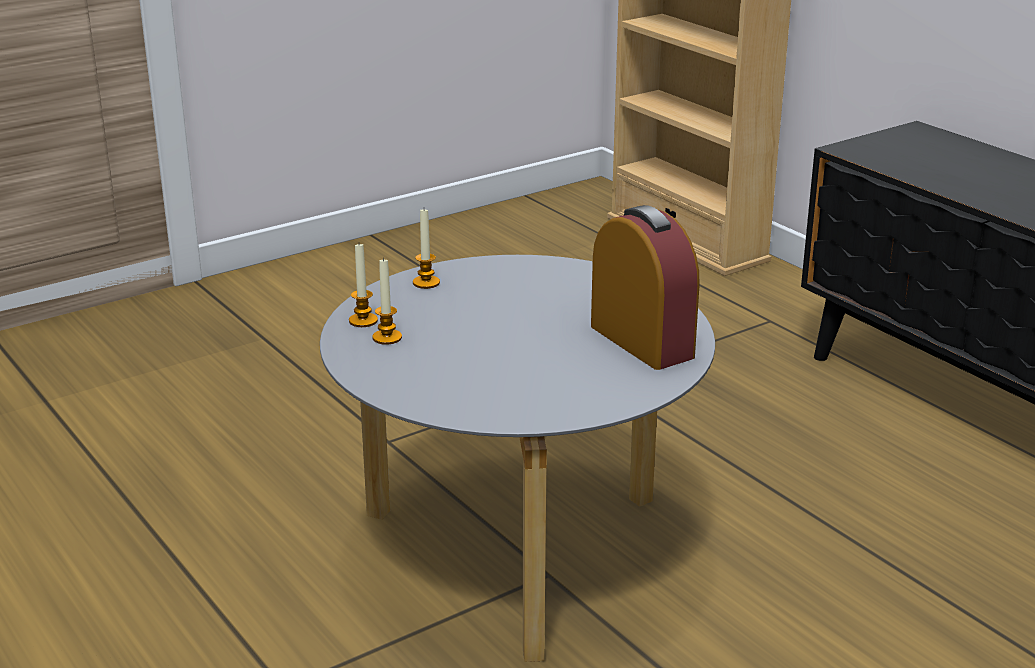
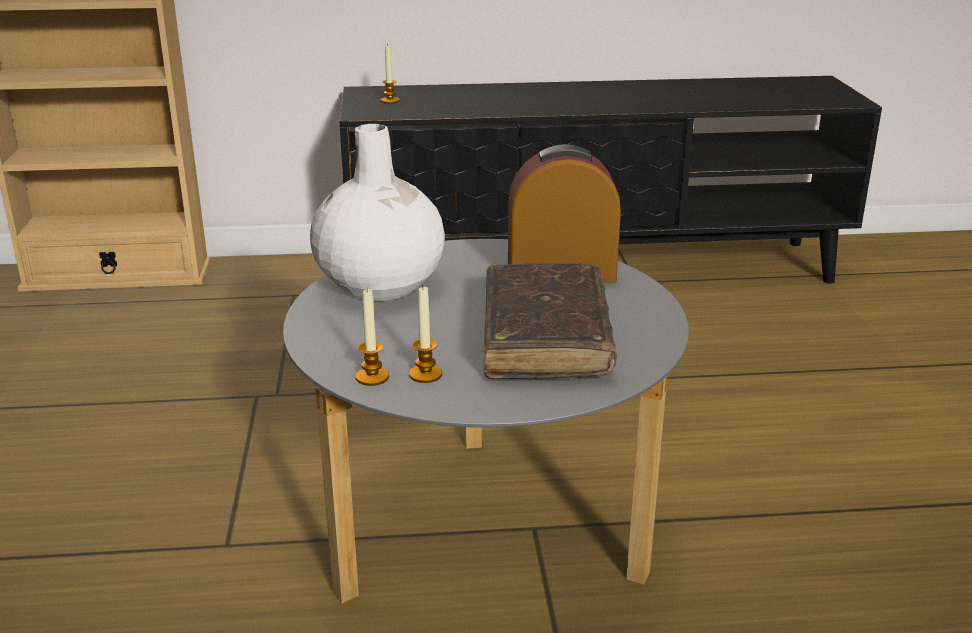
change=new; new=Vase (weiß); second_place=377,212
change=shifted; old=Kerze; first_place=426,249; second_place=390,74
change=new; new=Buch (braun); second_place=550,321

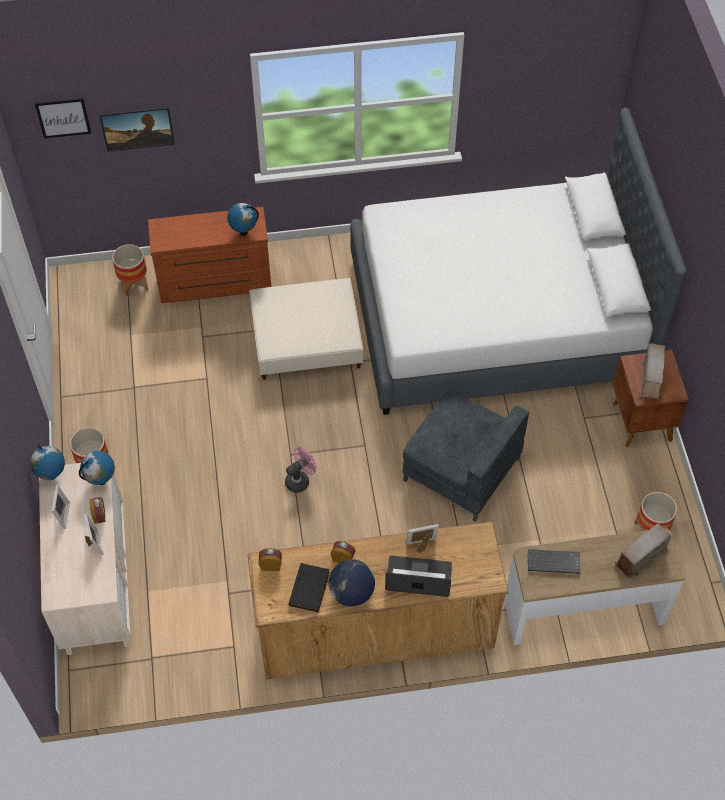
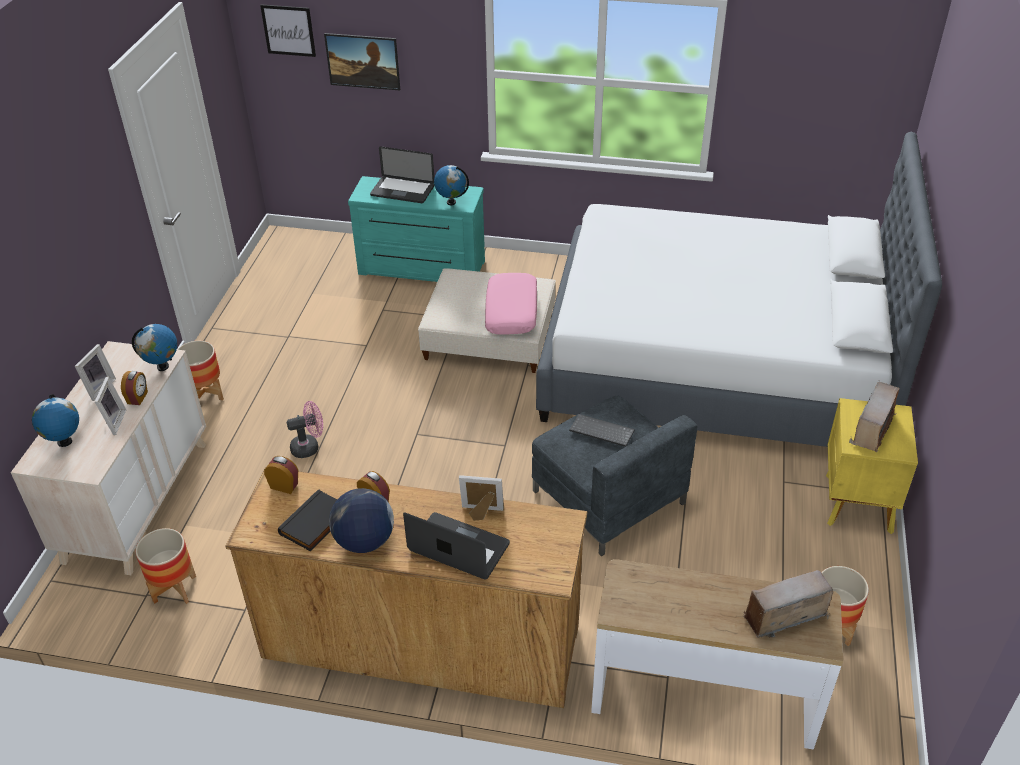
change=shifted; old=Globus; first_place=47,462; second_place=55,420
change=shifted; old=Pflanzkübel; first_place=130,270; second_place=165,566
change=shifted; old=Ventilator (rosa); first_place=300,470; second_place=305,429
change=repainted; old=Kommode (braun); new=Kommode (türkis); first_place=209,255; second_place=416,229
change=new; new=Laptop; second_place=402,174
change=new; new=Kissen (rosa); second_place=511,304
change=shifted; old=Tastatur; first_place=554,561; second_place=602,430
change=repainted; old=Nachttisch (braun); new=Nachttisch (gelb); first_place=651,398; second_place=872,466

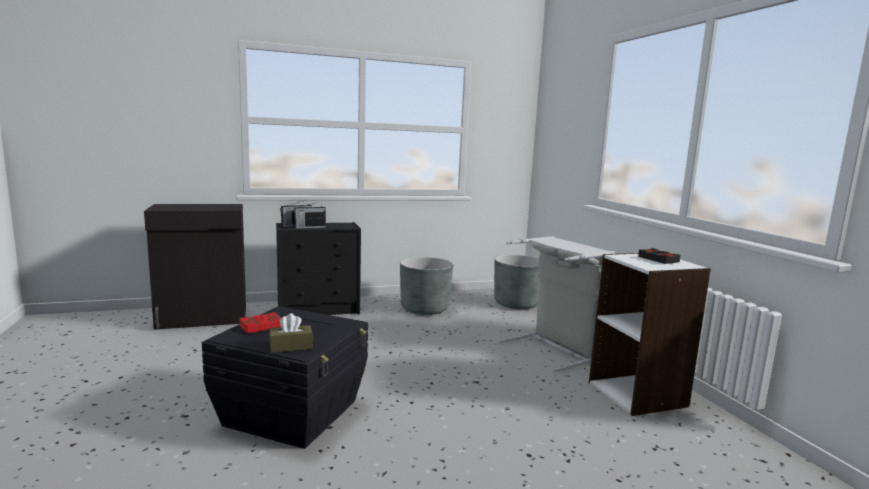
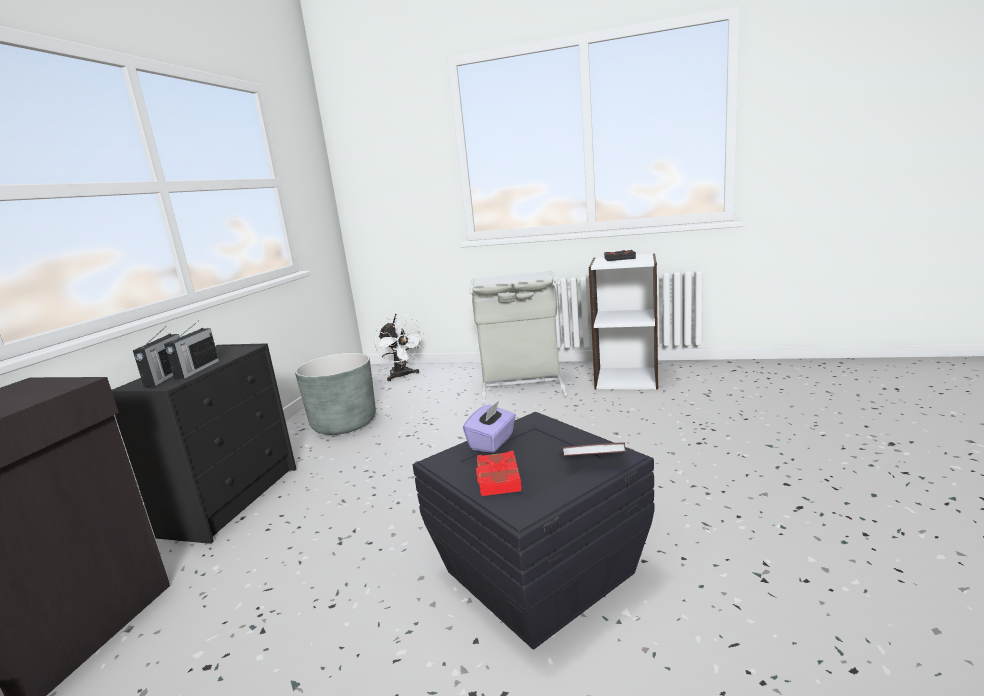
change=swapped; old=Pflanzkübel (grau); new=Ventilator (weiß); first_place=517,282; second_place=399,347
change=new; new=Taschentuchbox (lila); second_place=489,427
change=swapped; old=Taschentuchbox (braun); new=Buch; first_place=291,333; second_place=594,449

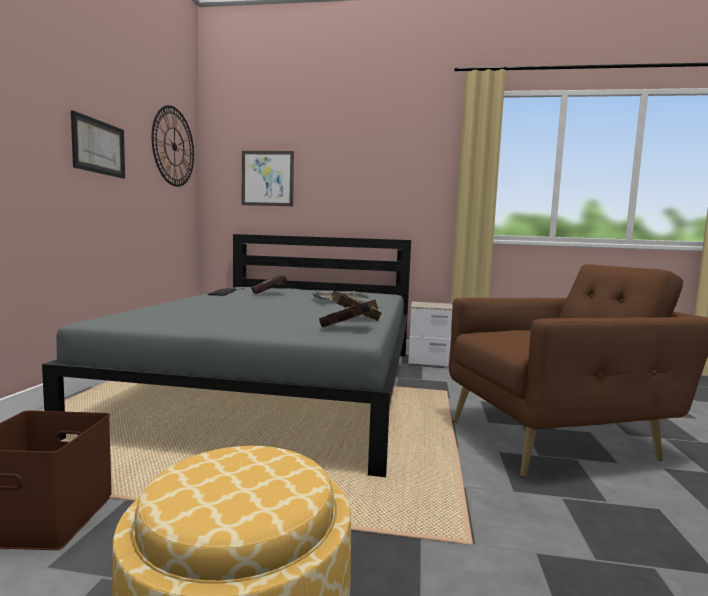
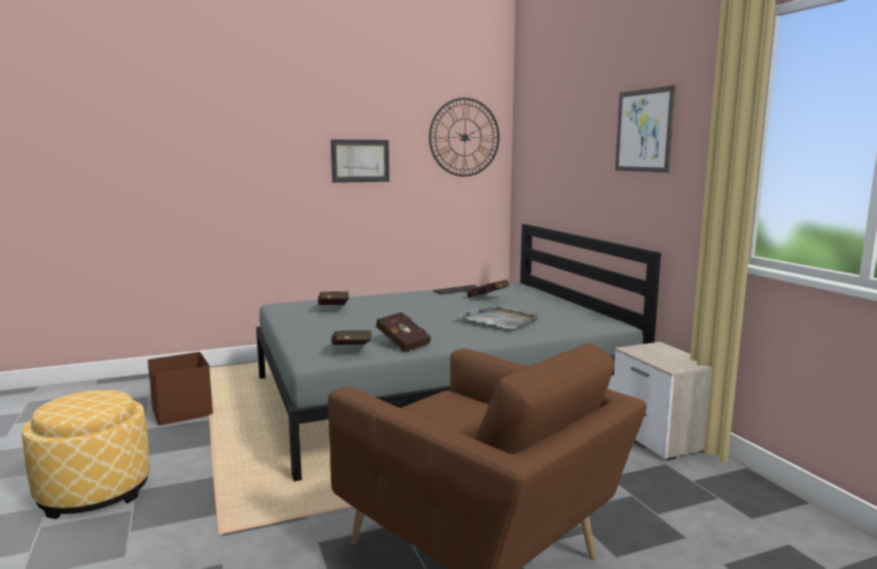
change=new; new=Buch (rot); second_place=333,298
change=shifted; old=Bild; first_place=268,178; second_place=645,129

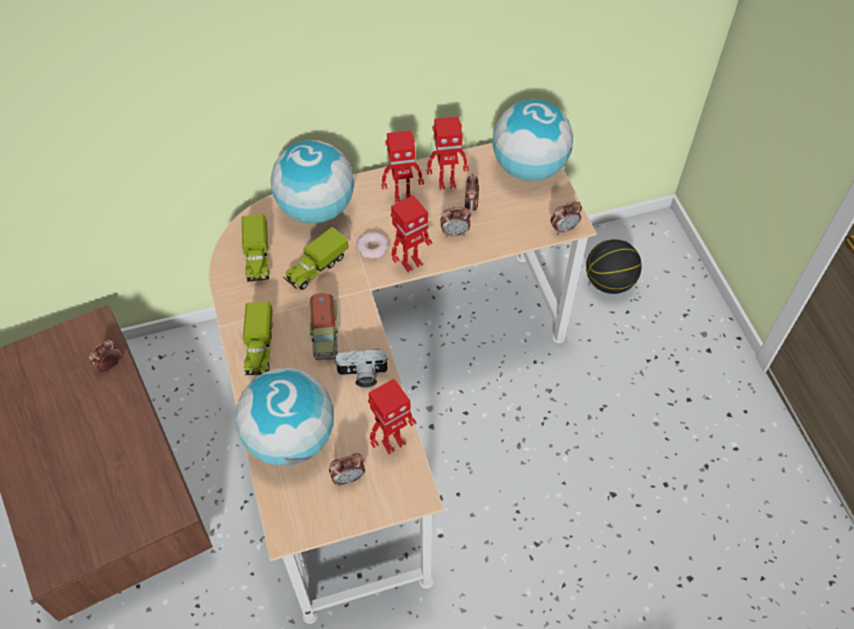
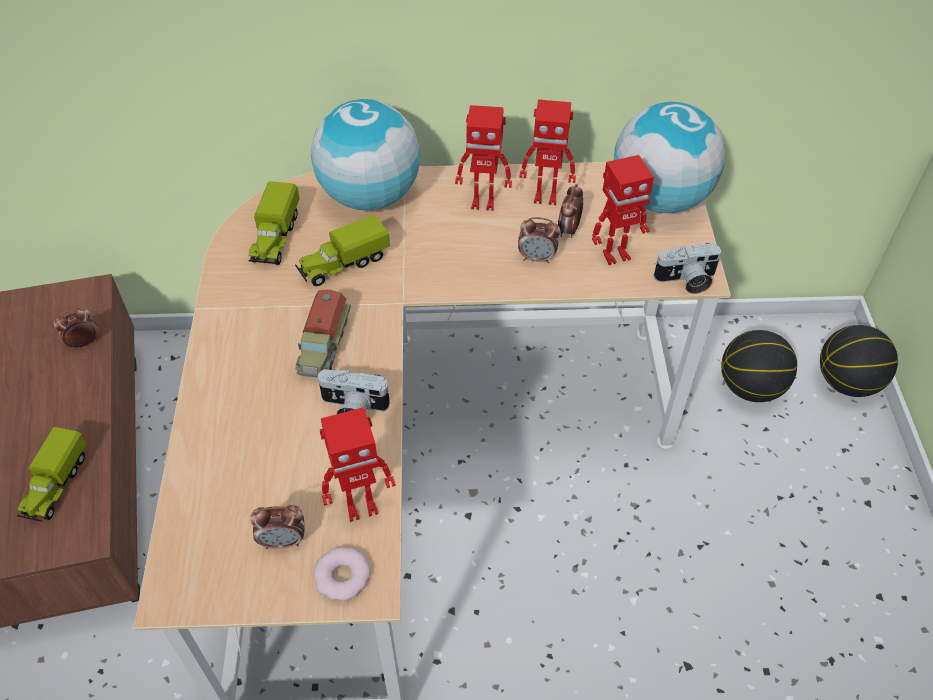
change=shifted; old=Spielzeuglaster; first_place=258,338; second_place=52,474
change=shifted; old=Donut; first_place=372,245; second_place=341,574
change=shifted; old=Spielzeugroboter; first_place=411,233; second_place=623,210
change=swapped; old=Wecker; new=Kamera; first_place=566,218; second_place=687,268
change=new; new=Basketball; second_place=859,361
change=gone; old=Globus; first_place=284,417

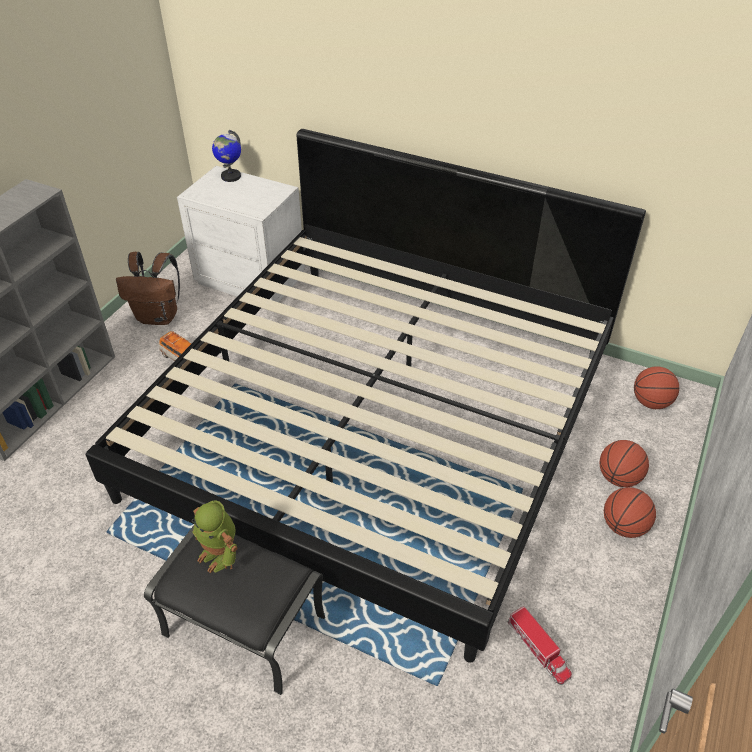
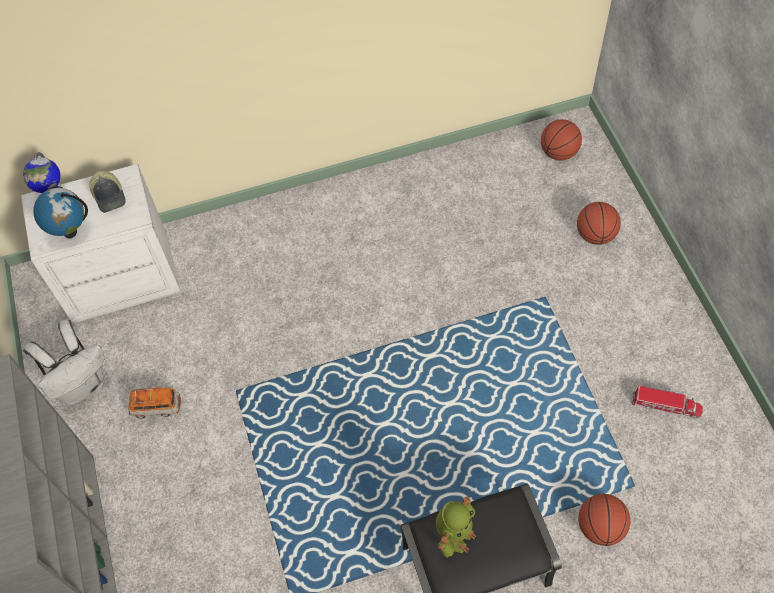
change=repainted; old=Rucksack (braun); new=Rucksack (weiß); first_place=148,288; second_place=64,362
change=new; new=Globus; second_place=60,213
change=new; new=Kappe; second_place=107,192
change=rotated; old=Spielzeugroboter; first_place=214,536; second_place=456,527; degrees=-60
change=shifted; old=Basketball; first_place=630,512; second_place=604,520
change=gone; old=Bett; first_place=366,396

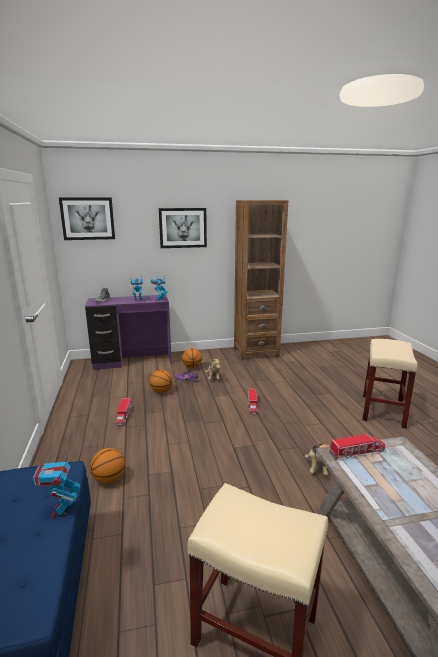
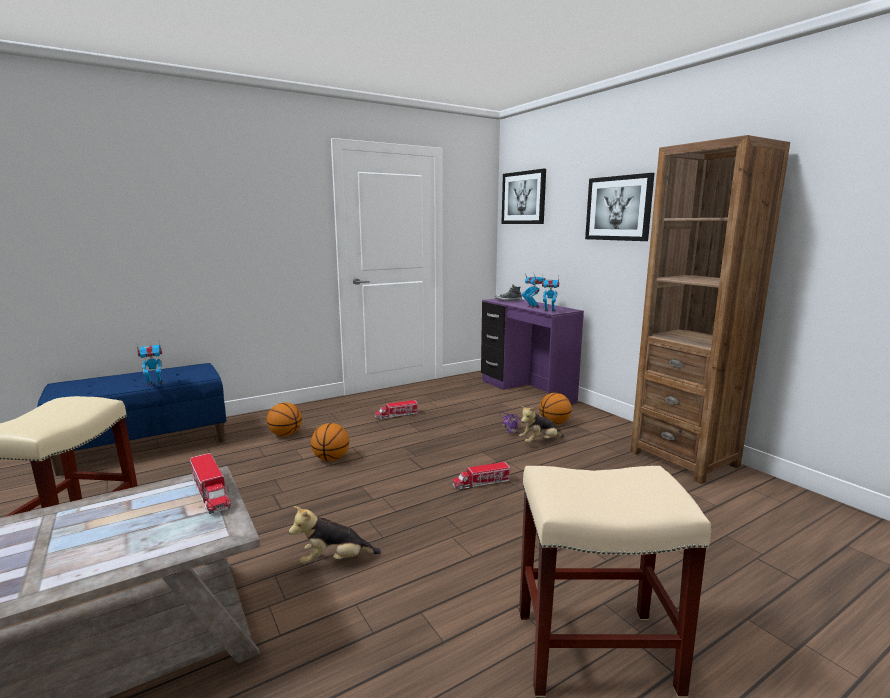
change=shifted; old=Basketball; first_place=161,381; second_place=330,442

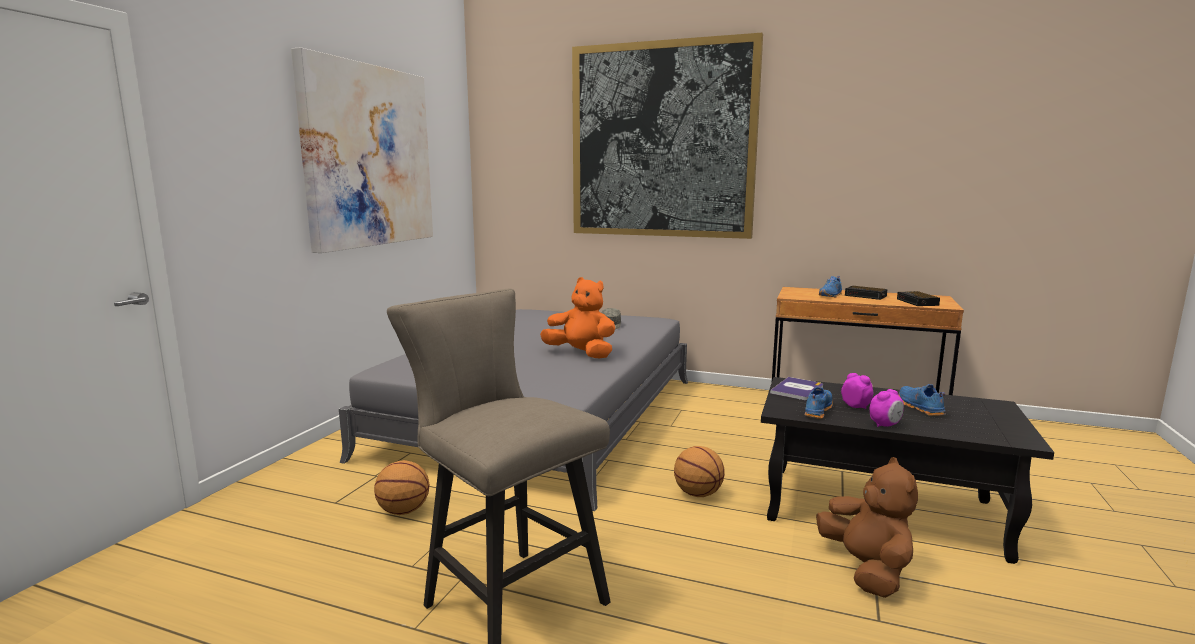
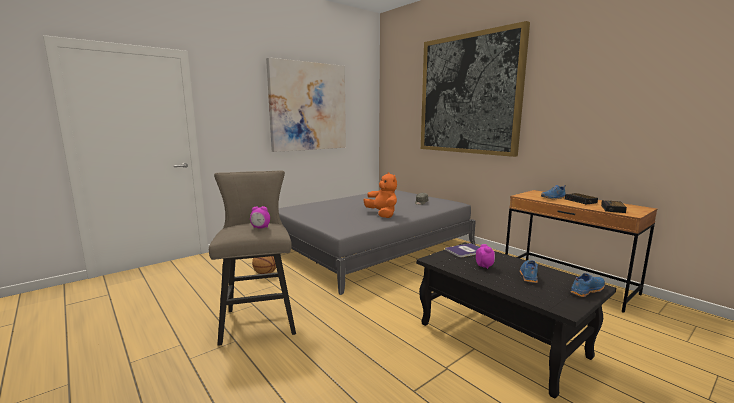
change=shifted; old=Wecker; first_place=887,408; second_place=260,217
change=shifted; old=Schuh (blau); first_place=819,403; second_place=587,285
change=gone; old=Basketball; first_place=699,471
change=gone; old=Plüschtier (braun); first_place=867,527

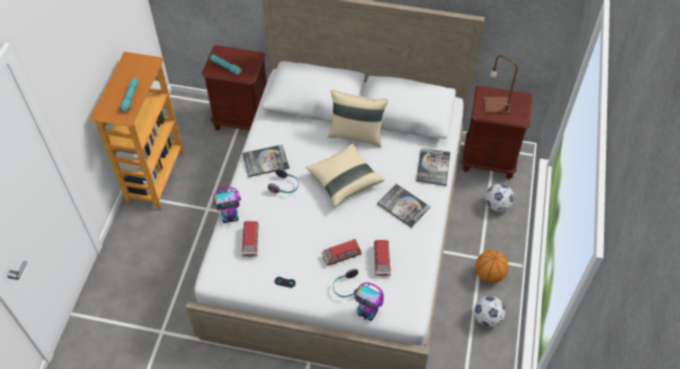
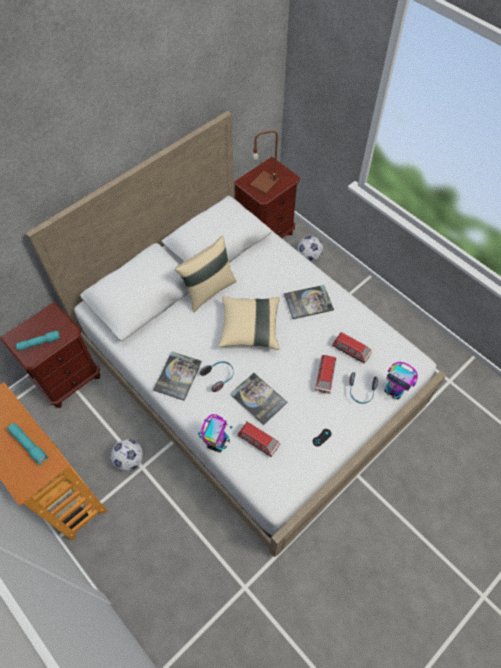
change=shifted; old=Fußball; first_place=490,311; second_place=127,455
change=shifted; old=Buch; first_place=433,167; second_place=258,399
change=rotated; old=Spielzeugroboter; first_place=369,301; second_place=401,381; degrees=60
change=gone; old=Basketball; first_place=492,266

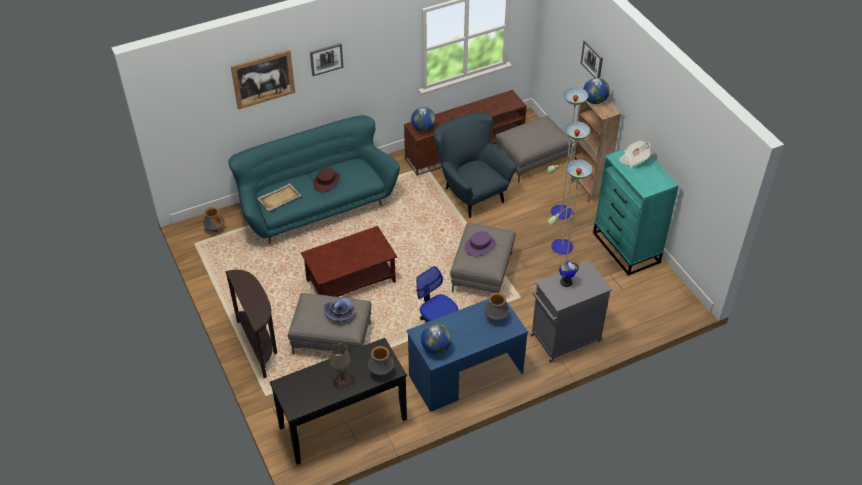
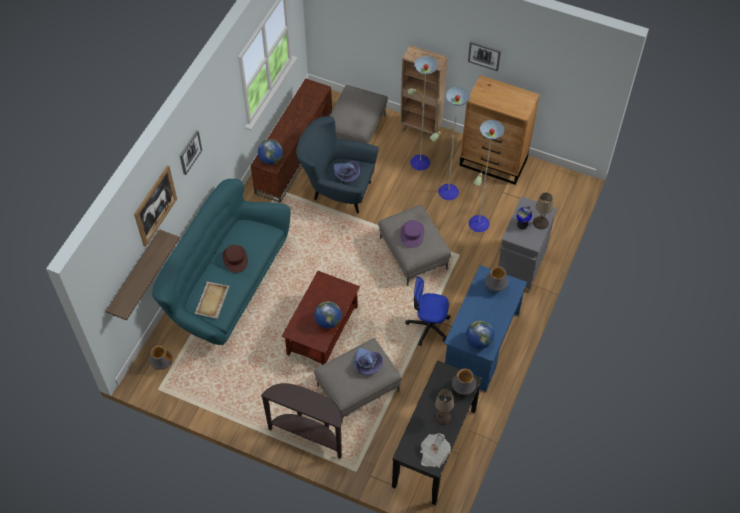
change=new; new=Wandregal; second_place=143,275
change=shifted; old=Globus; first_place=596,91; second_place=328,315
change=new; new=Hut (lila); second_place=346,171
change=shifted; old=Zeitung; first_place=635,154; second_place=435,450
change=repainted; old=Kommode (türkis); new=Kommode (braun); first_place=636,212; second_place=499,130
change=shifted; old=Bild; first_place=592,59; second_place=484,56
change=new; new=Tischlampe (beige); second_place=543,210

